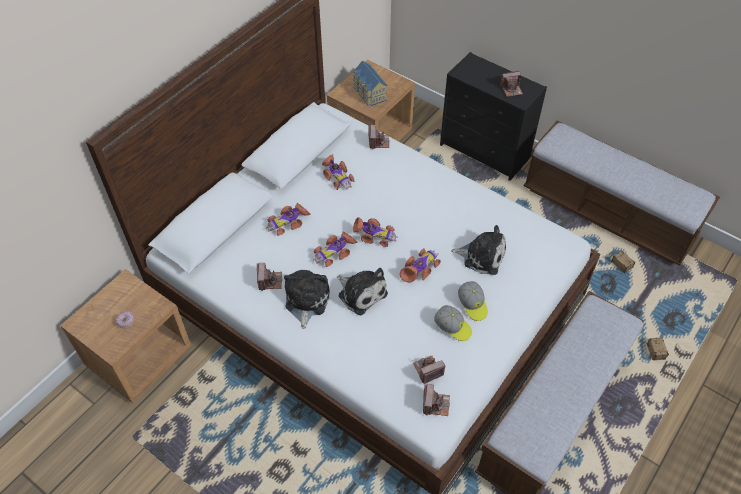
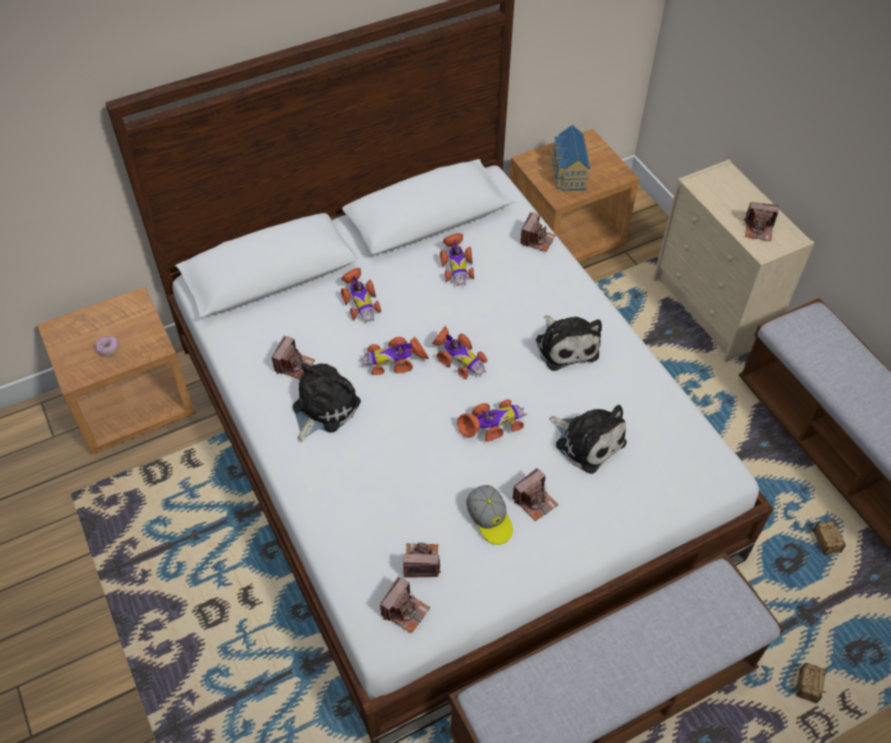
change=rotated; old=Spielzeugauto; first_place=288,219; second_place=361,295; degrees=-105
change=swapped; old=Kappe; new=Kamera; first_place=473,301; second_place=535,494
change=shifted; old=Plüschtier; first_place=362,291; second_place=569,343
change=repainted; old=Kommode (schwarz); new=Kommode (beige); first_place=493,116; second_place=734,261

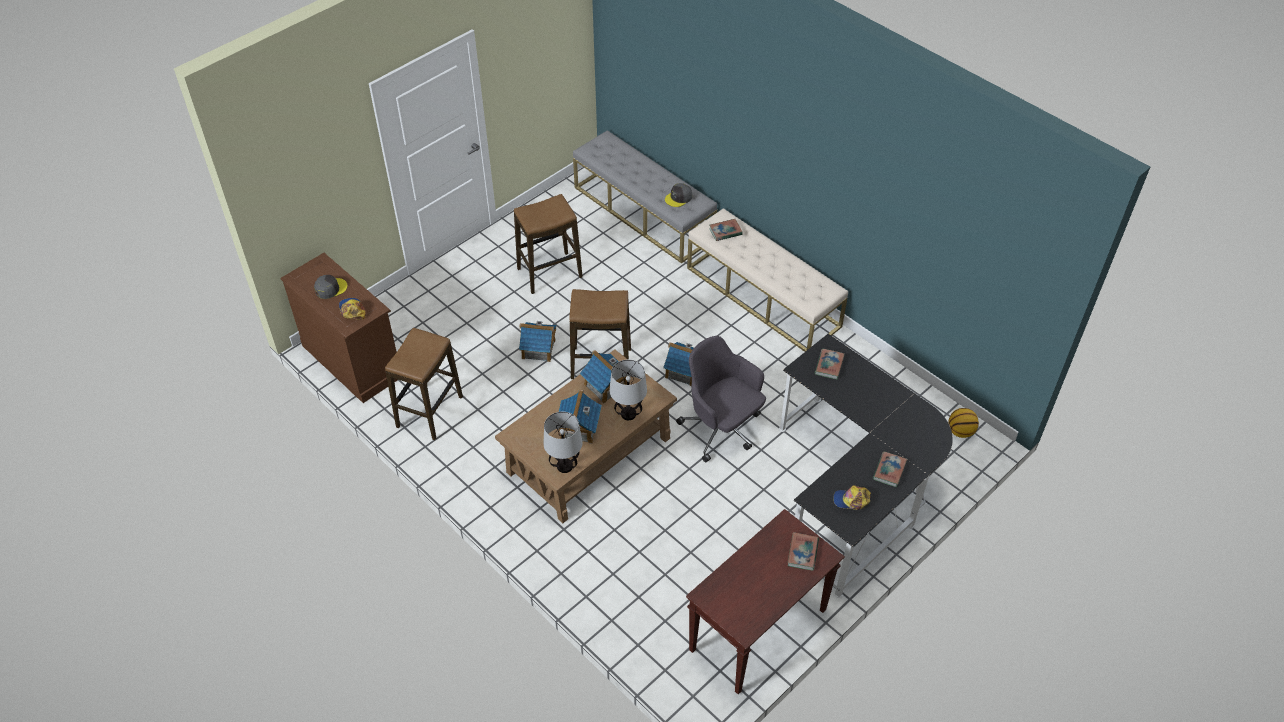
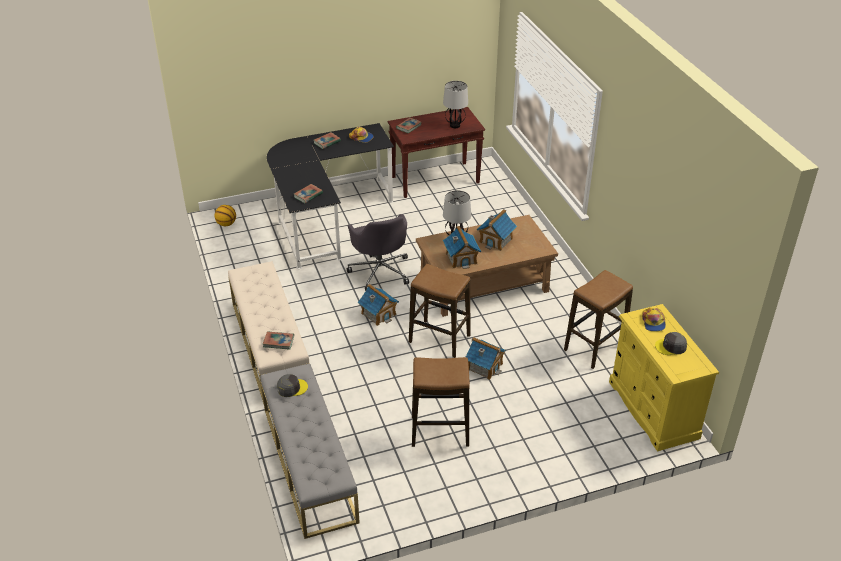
change=shifted; old=Tischlampe; first_place=563,442; second_place=455,104
change=repainted; old=Kommode (braun); new=Kommode (gelb); first_place=339,328; second_place=664,377

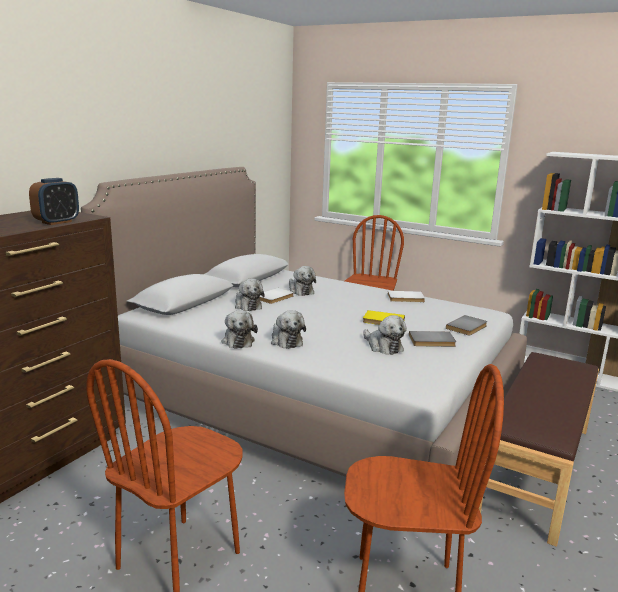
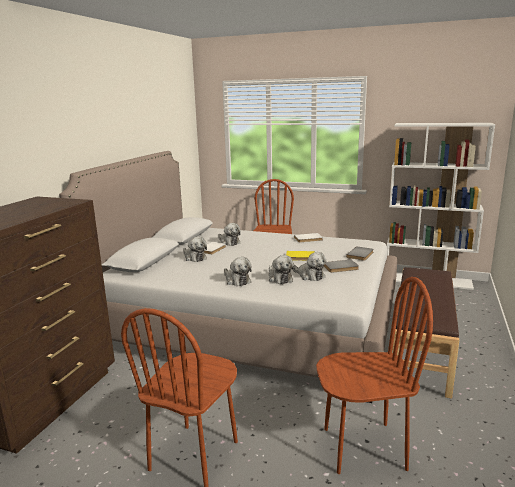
change=shifted; old=Plüschtier; first_place=239,329; second_place=282,269
change=gone; old=Wecker; first_place=54,201

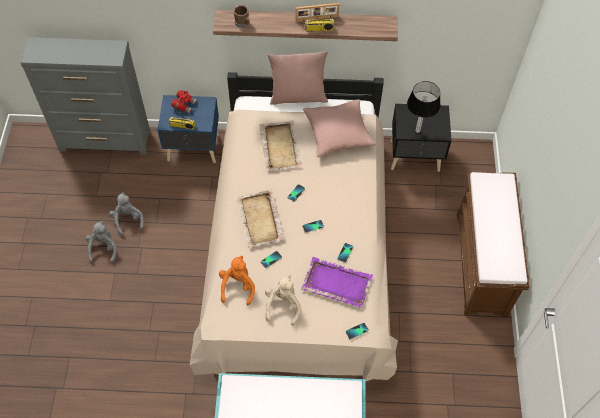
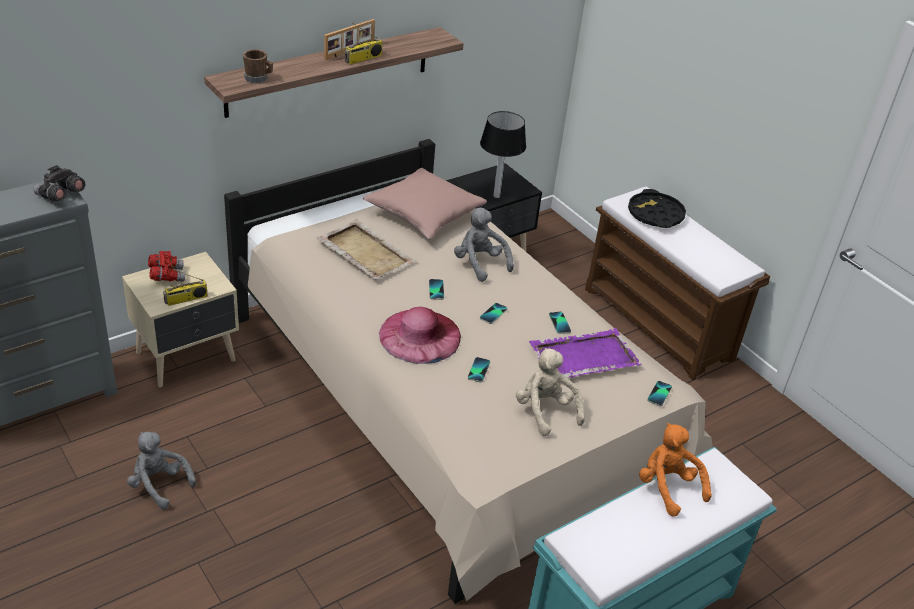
change=new; new=Fernglas (grau); second_place=59,183
change=repainted; old=Nachttisch (blau); new=Nachttisch (beige); first_place=188,129; second_place=180,319
change=swapped; old=Tablett (beige); new=Hut (rosa); first_place=260,218; second_place=420,335
change=shifted; old=Plüschtier (grau); first_place=101,242; second_place=484,244
change=new; new=Tablett (schwarz); second_place=657,208
change=shifted; old=Plüschtier (orange); first_place=237,280; second_place=675,470
change=gone; old=Kissen (rosa); first_place=298,78

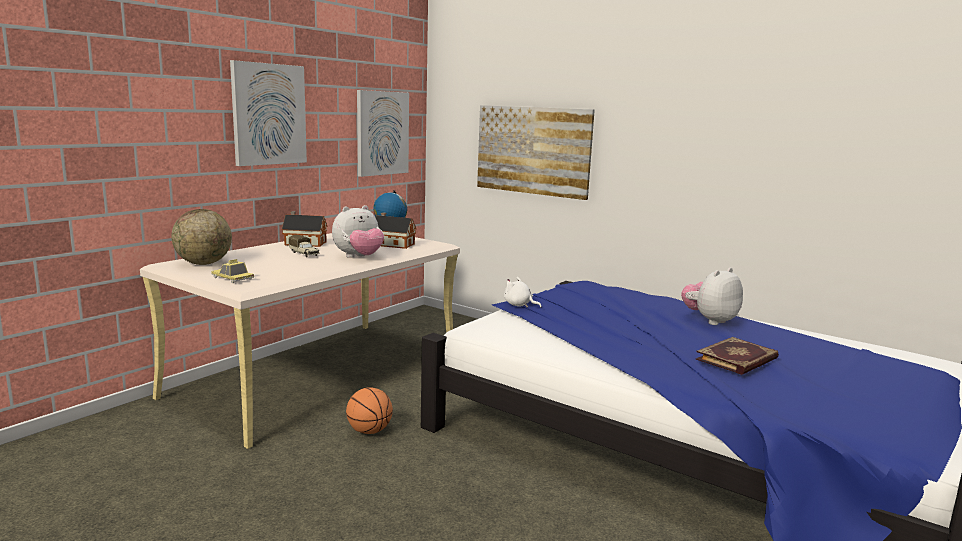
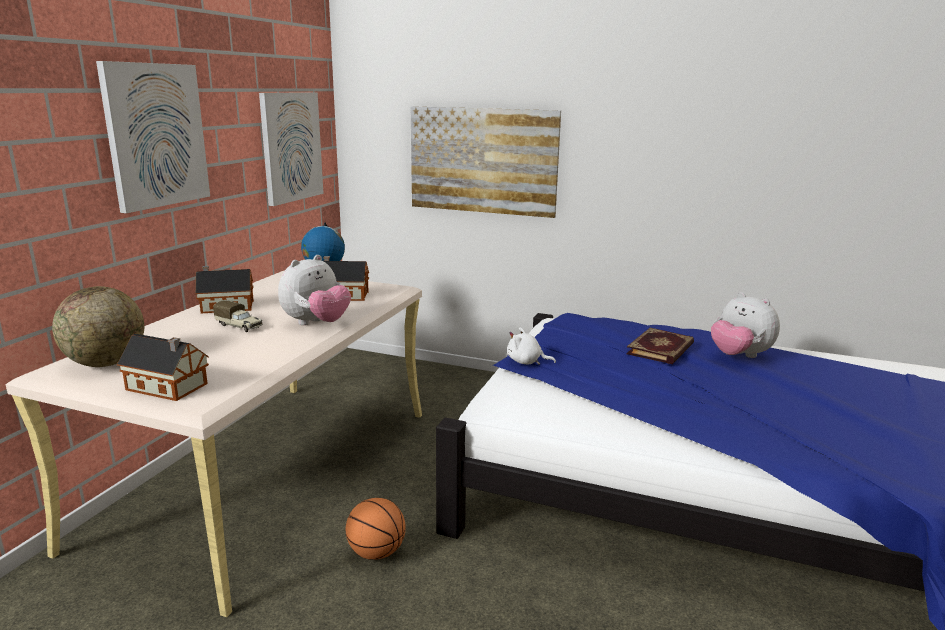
change=swapped; old=Spielzeugauto; new=Spielzeughaus; first_place=232,271; second_place=163,367
change=shifted; old=Buch; first_place=737,356; second_place=660,346
change=rotated; old=Plüschtier; first_place=712,296; second_place=745,325; degrees=-75

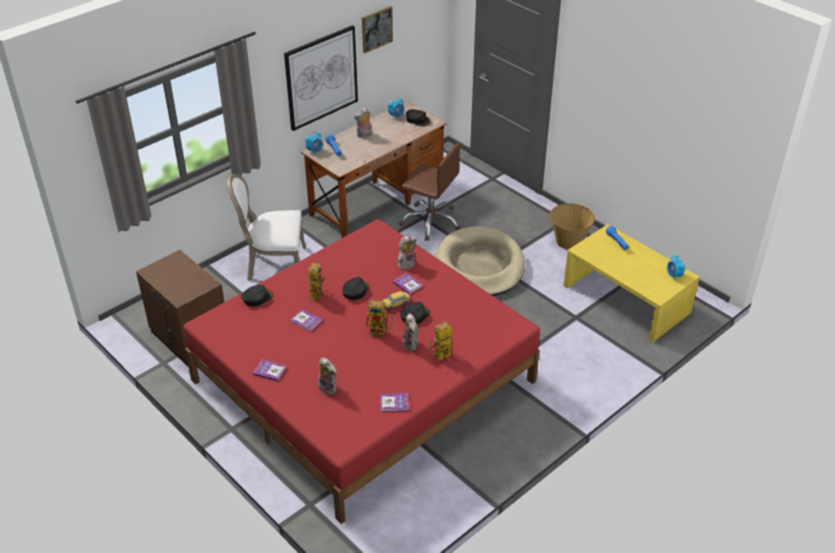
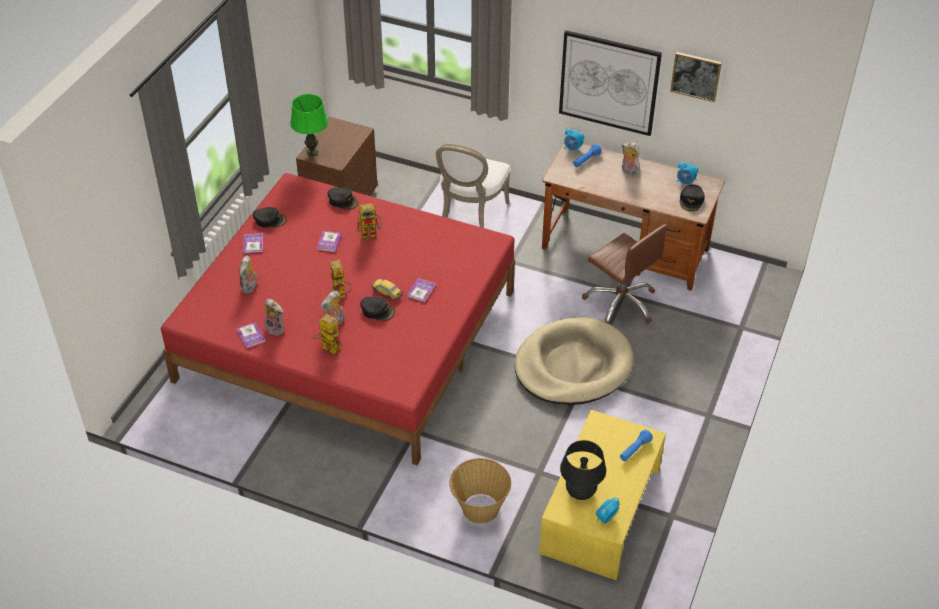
change=shifted; old=Kappe (schwarz); first_place=355,288; second_place=270,217
change=shifted; old=Plüschtier; first_place=407,252; second_place=274,317
change=new; new=Tischlampe (grün); second_place=309,125
change=rotated; old=Stuhl (weiß); first_place=266,227; second_place=473,186; degrees=-135
change=shifted; old=Korb; first_place=572,226; second_place=480,491
change=new; new=Tischlampe (schwarz); second_place=583,470
change=rotated; old=Bürostuhl (braun); first_place=430,192; second_place=625,274; degrees=-45

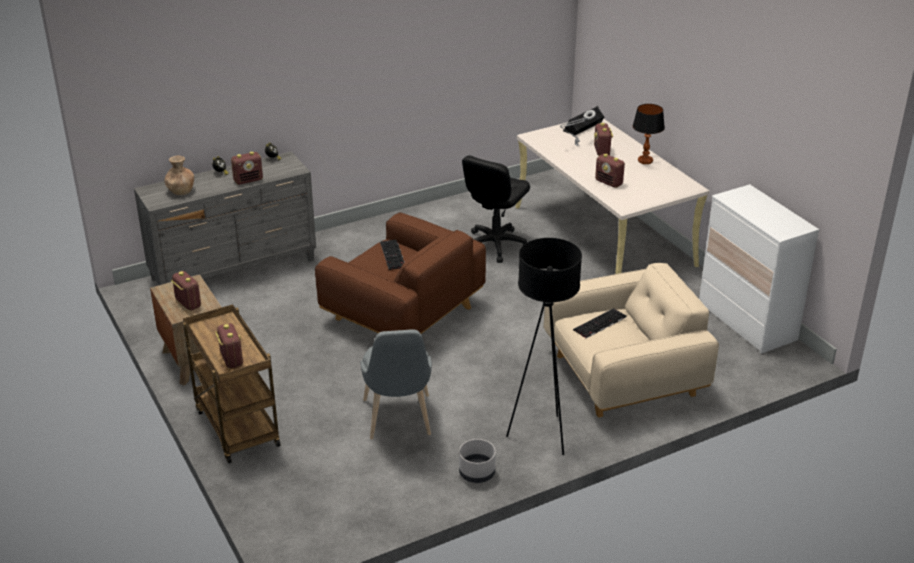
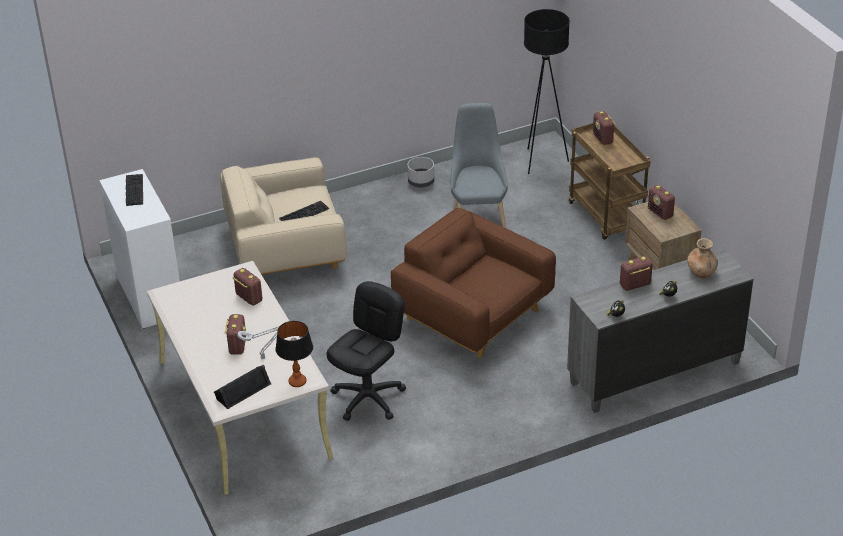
change=shifted; old=Tastatur; first_place=392,255; second_place=134,190
change=shifted; old=Tischlampe; first_place=649,134; second_place=294,354
change=shifted; old=Stehlampe (schwarz); first_place=544,346; second_place=547,91

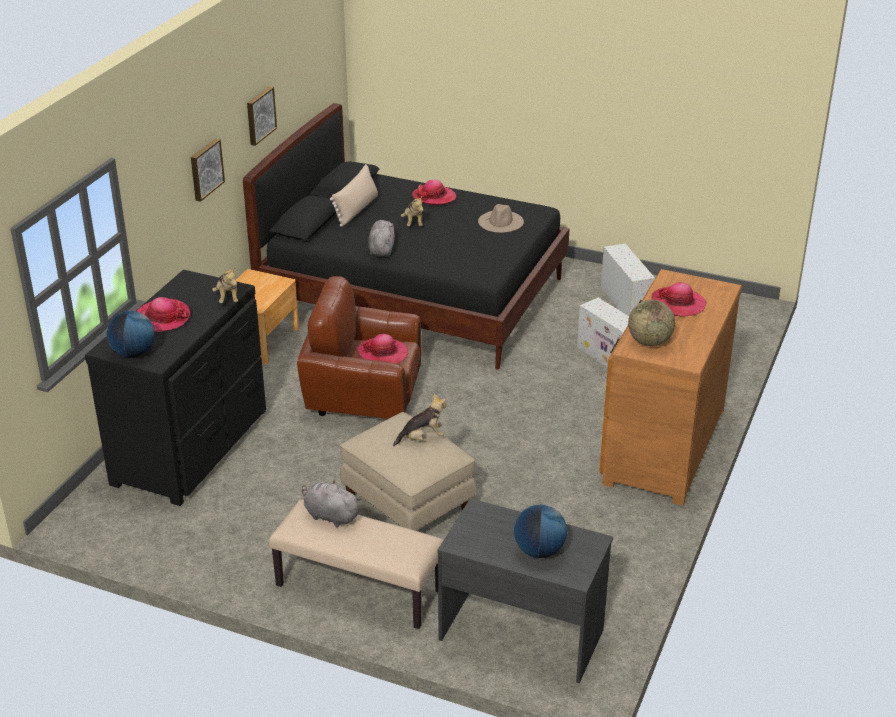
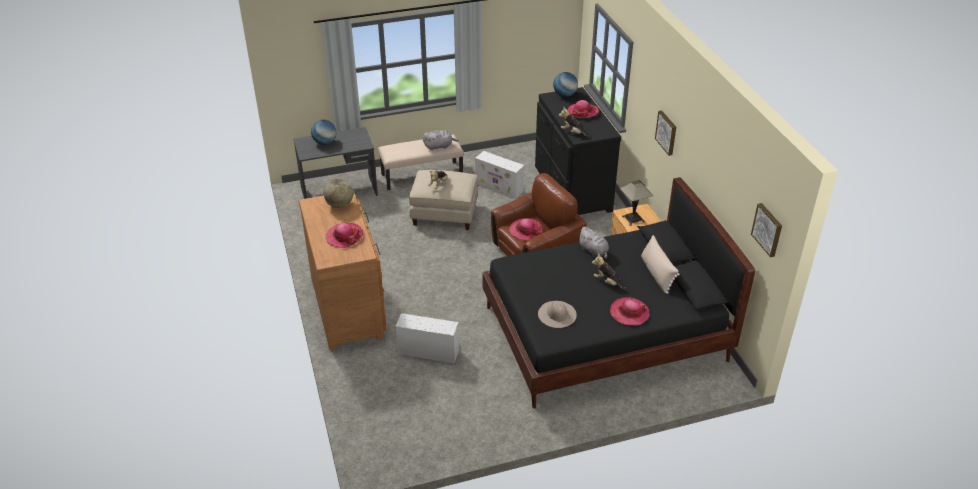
change=shifted; old=Aufbewahrungsbox (weiß); first_place=628,280; second_place=500,175
change=new; new=Tischlampe; second_place=636,203
change=shifted; old=Bild; first_place=262,116; second_place=766,230

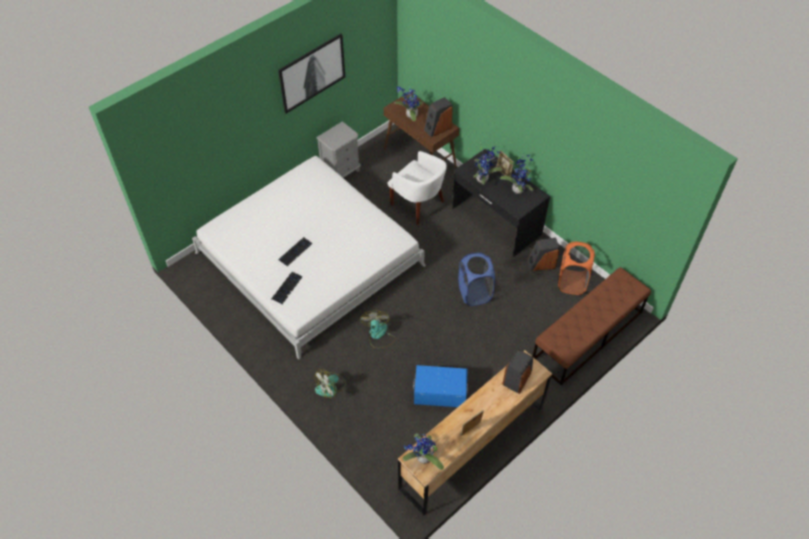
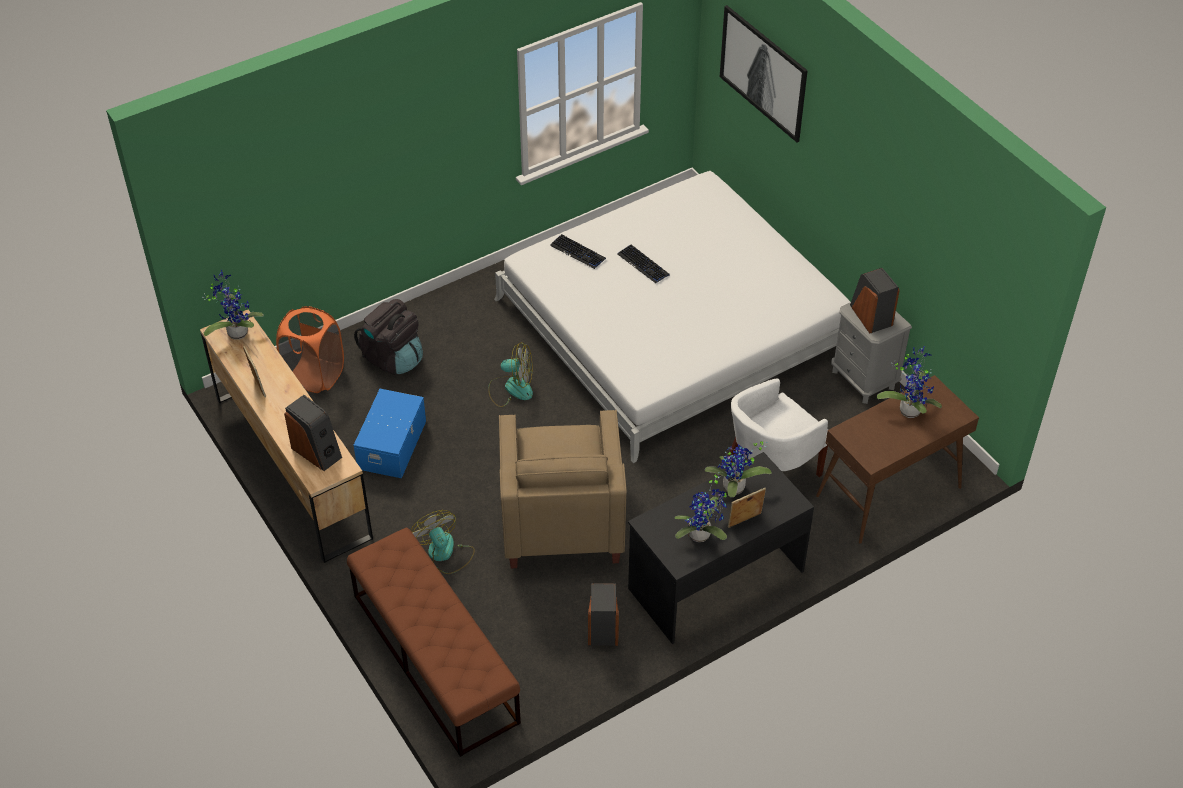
change=shifted; old=Wäschekorb (orange); first_place=576,268; second_place=310,349
change=new; new=Rucksack (schwarz); second_place=388,337
change=shifted; old=Ventilator; first_place=330,383; second_place=443,542
change=swapped; old=Wäschekorb (blau); new=Sessel (beige); first_place=476,279; second_place=563,489
change=shifted; old=Bild; first_place=311,73; second_place=764,73
change=shifted; old=Lautsprecher; first_place=438,117; second_place=875,301

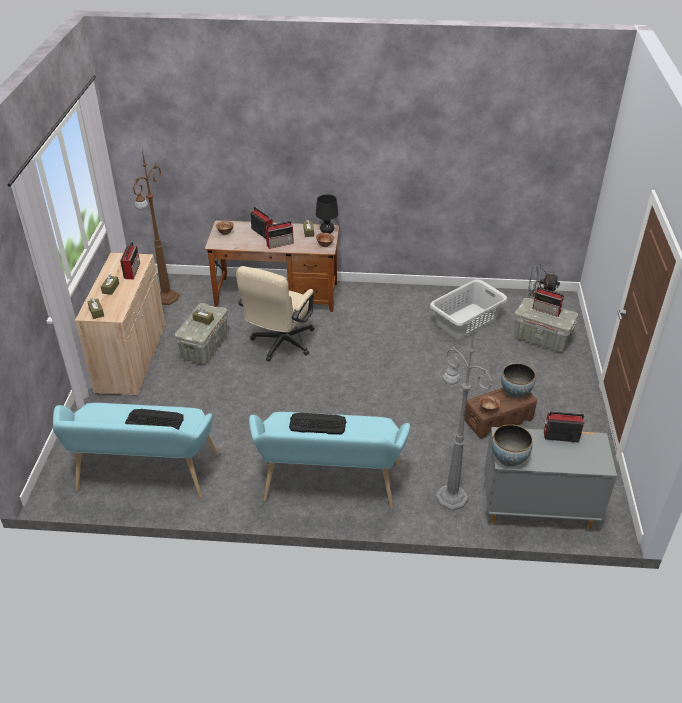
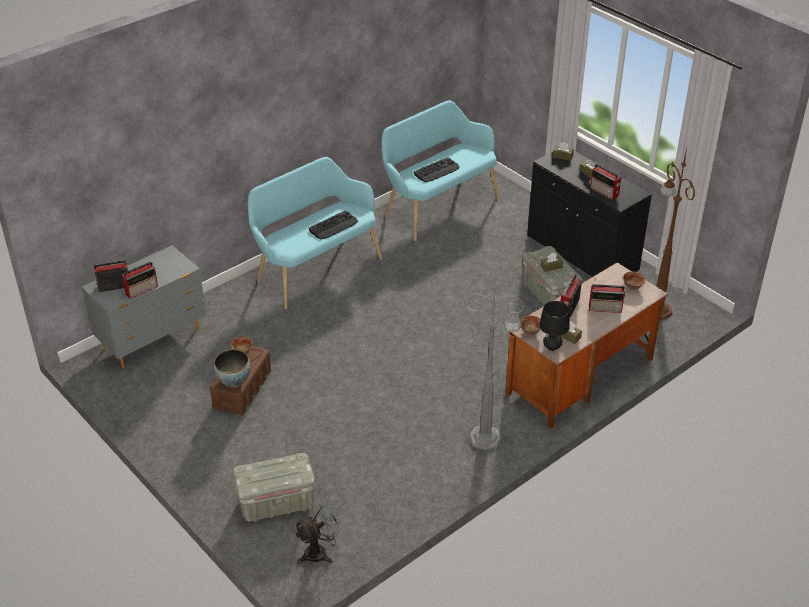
change=shifted; old=Radio; first_place=548,302; second_place=111,276
change=shifted; old=Stehlampe (grau); first_place=464,422; second_place=493,361
change=repainted; old=Schrank (beige); new=Schrank (schwarz); first_place=120,324; second_place=589,214
change=gone; old=Bürostuhl (beige); first_place=275,314
change=gone; old=Wäschekorb (grau); first_place=468,309
change=gone; old=Schüssel; first_place=512,446

